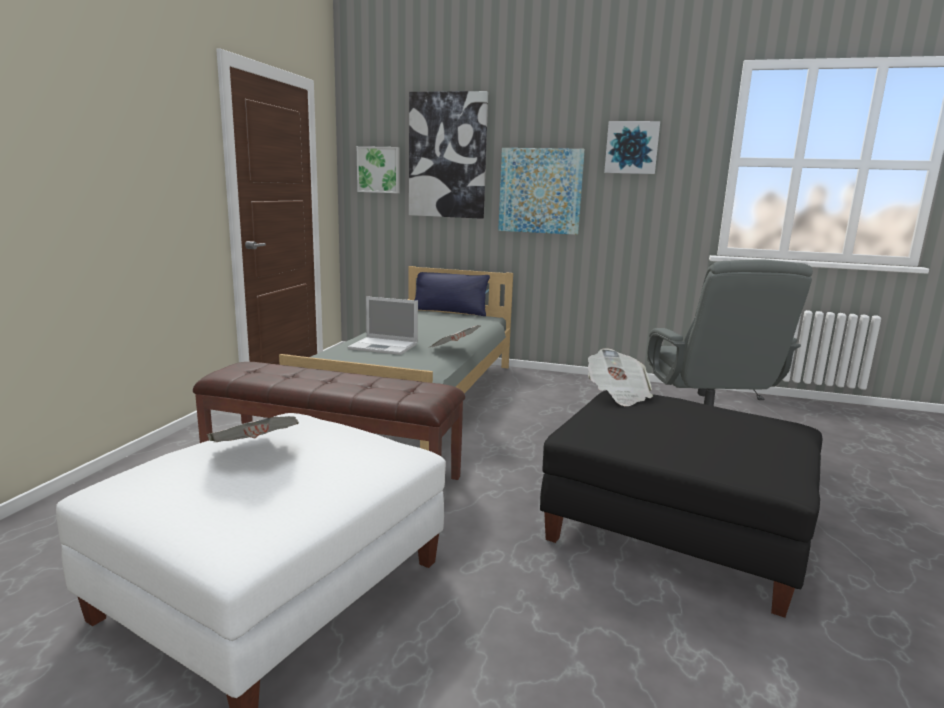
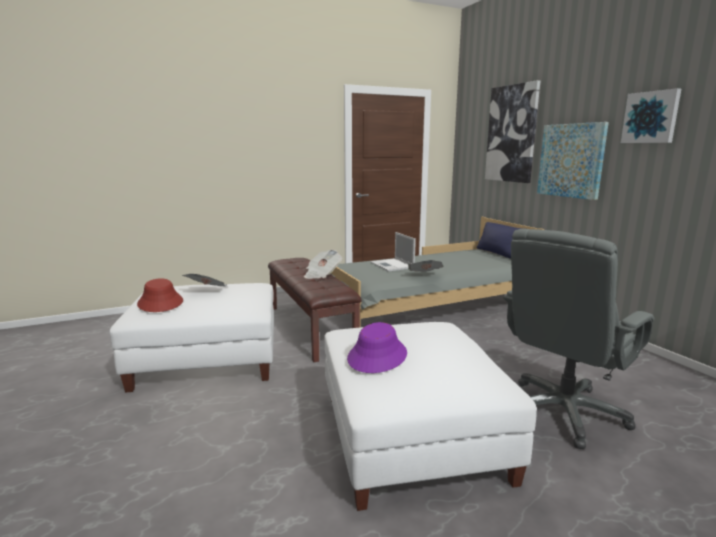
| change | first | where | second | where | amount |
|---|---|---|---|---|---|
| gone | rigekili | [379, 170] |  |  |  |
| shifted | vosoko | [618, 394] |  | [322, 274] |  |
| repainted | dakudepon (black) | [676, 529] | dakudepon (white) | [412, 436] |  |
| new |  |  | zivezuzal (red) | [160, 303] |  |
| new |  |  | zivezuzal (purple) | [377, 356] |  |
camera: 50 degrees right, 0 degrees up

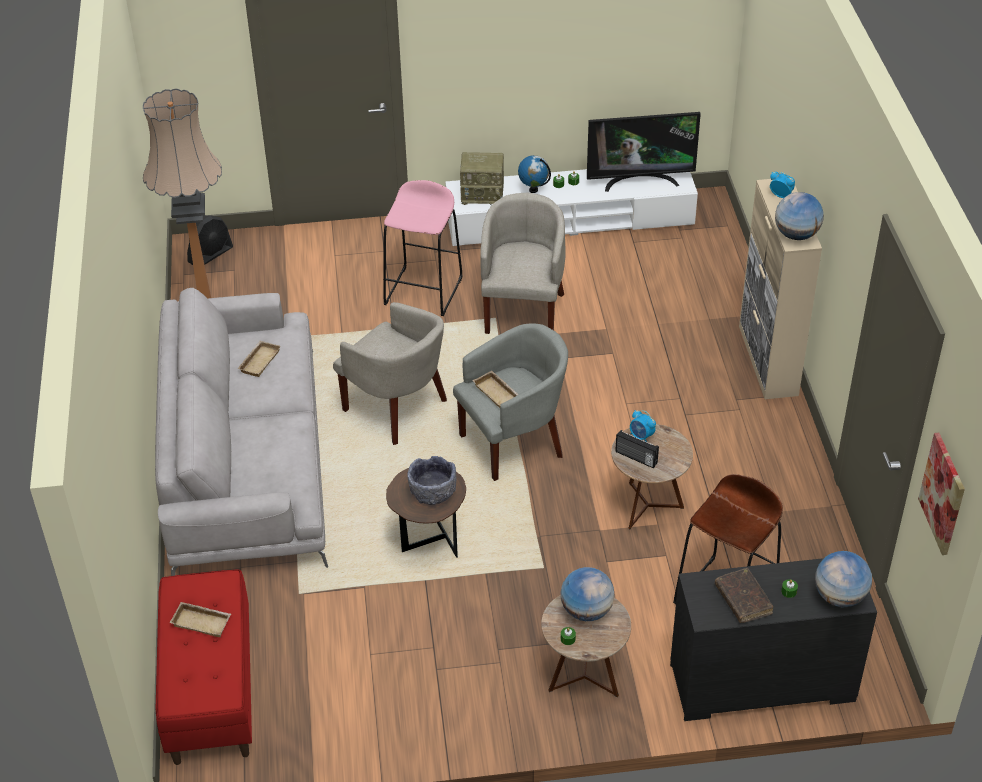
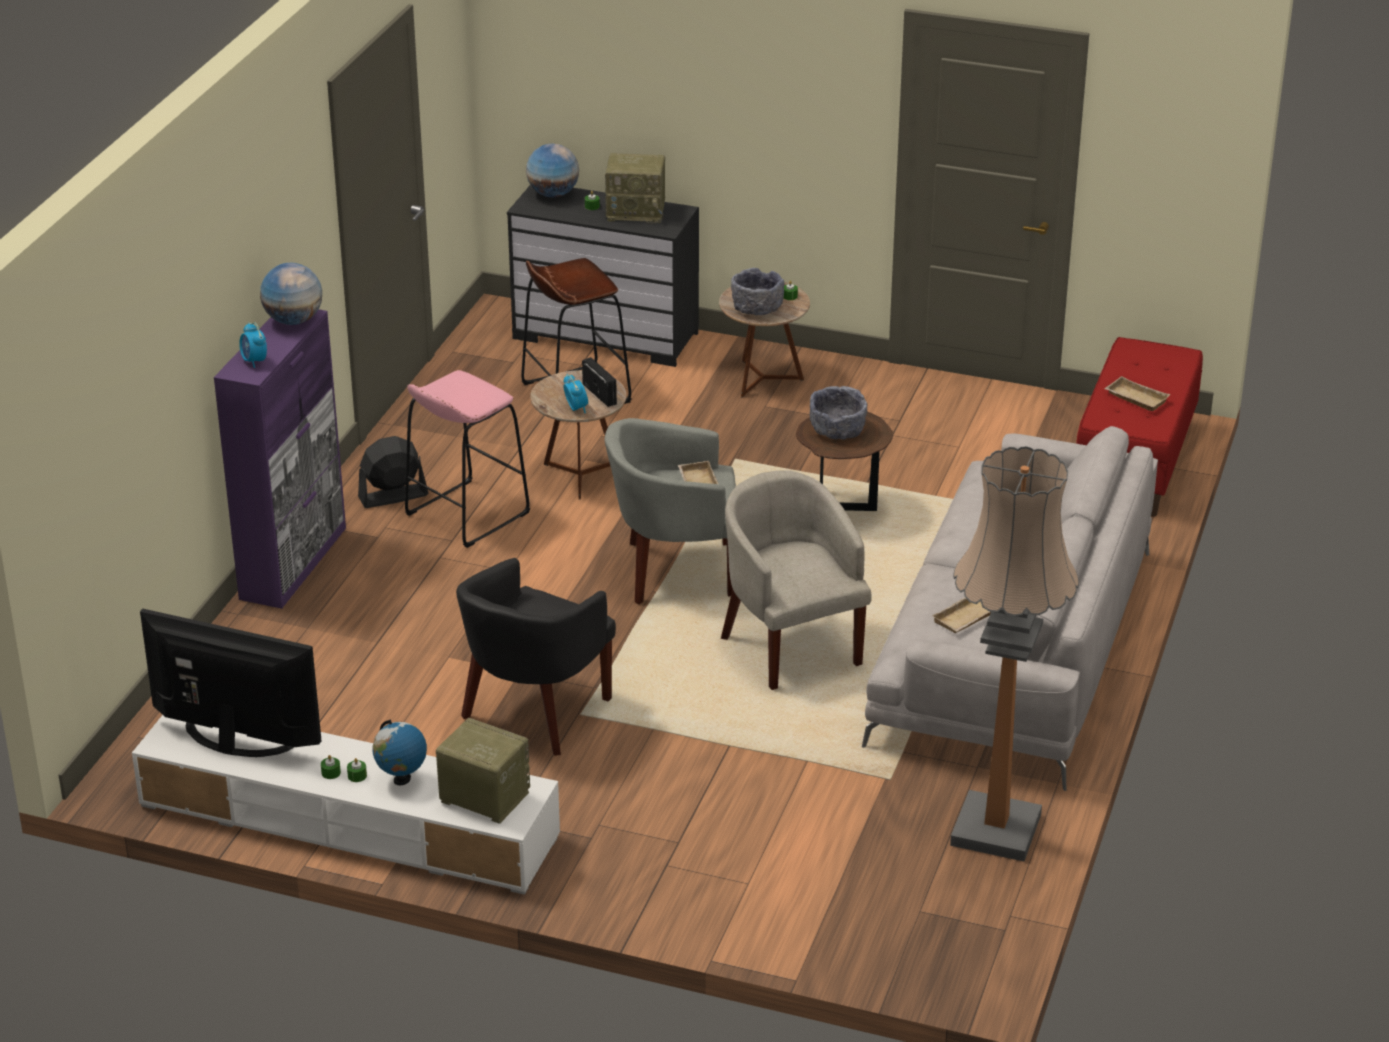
| change | first | where | second | where | amount |
|---|---|---|---|---|---|
| repainted | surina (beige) | [768, 361] | surina (purple) | [294, 562] |  |
| shifted | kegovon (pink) | [424, 291] |  | [467, 513] |  |
| repainted | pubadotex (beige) | [523, 310] | pubadotex (black) | [535, 713] |  |
| shifted | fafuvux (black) | [210, 254] |  | [393, 496] |  |
| gone | rigekili | [943, 493] |  |  |  |
| swapped | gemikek | [586, 611] | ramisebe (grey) | [756, 308] |  |
| swapped | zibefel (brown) | [743, 600] | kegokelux | [637, 211] |  |
camera: 155 degrees left, 10 degrees down

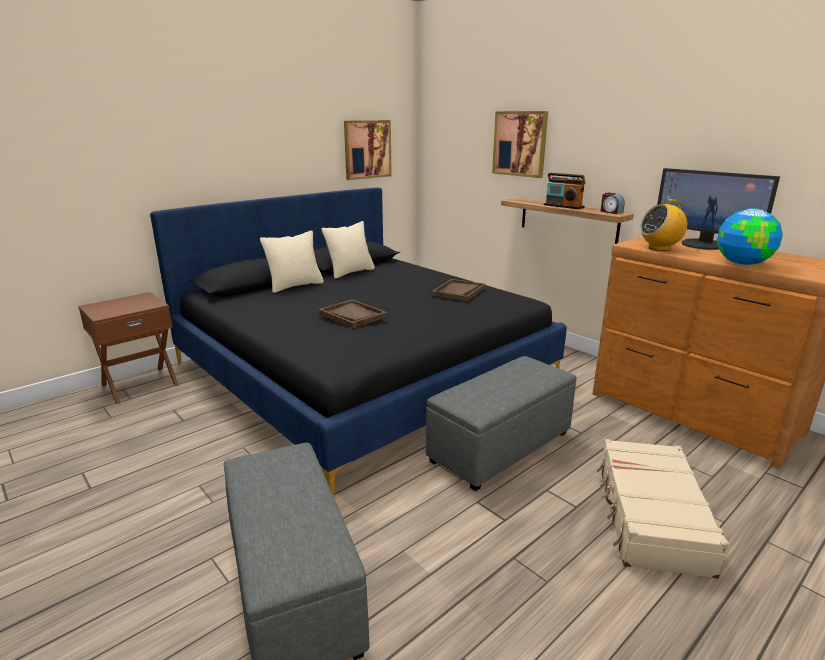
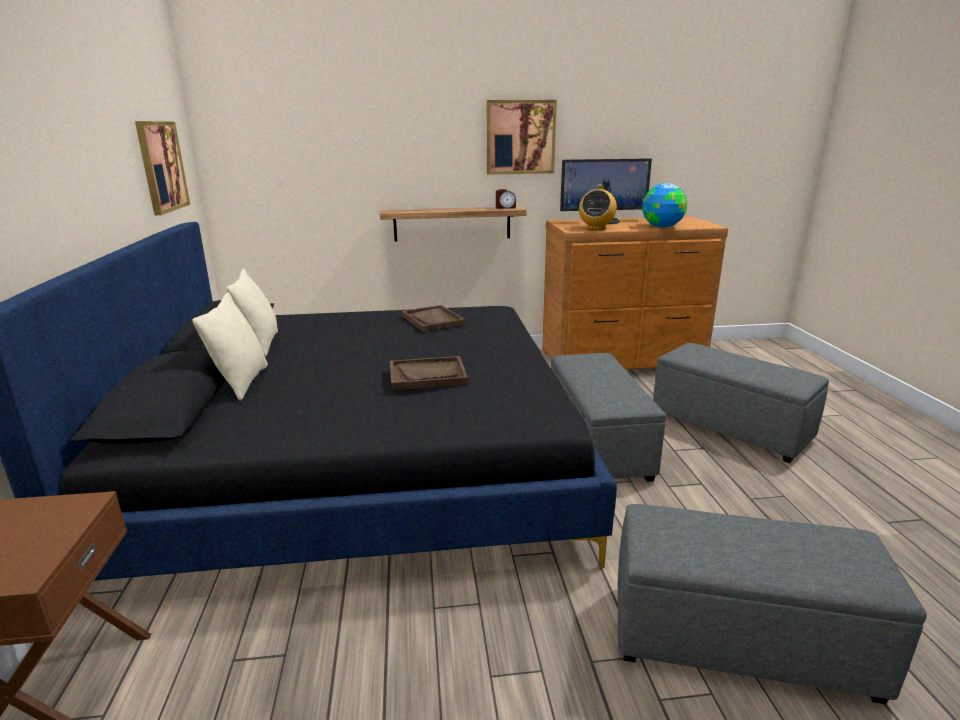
| change | first | where | second | where | amount |
|---|---|---|---|---|---|
| shifted | rigekili | [520, 144] |  | [520, 137] |  |
| gone | kegokelux | [563, 206] |  |  |  |
| swapped | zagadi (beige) | [650, 516] | dakudepon (grey) | [730, 428] |  |
camera: 55 degrees left, 0 degrees up

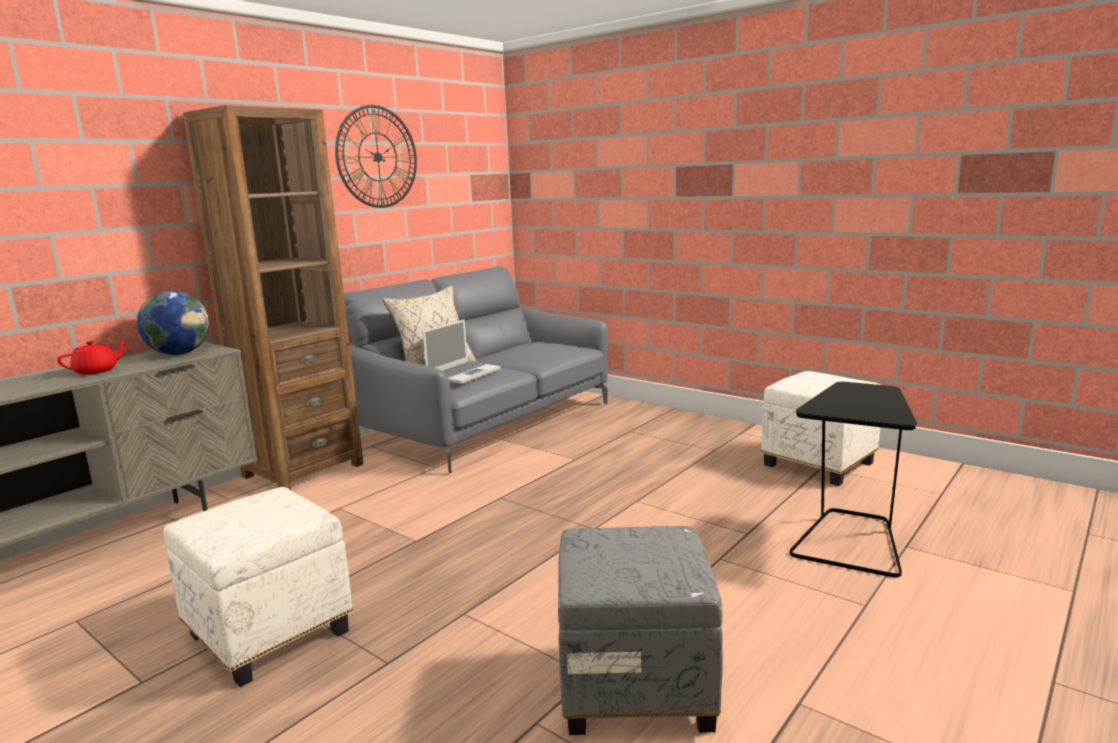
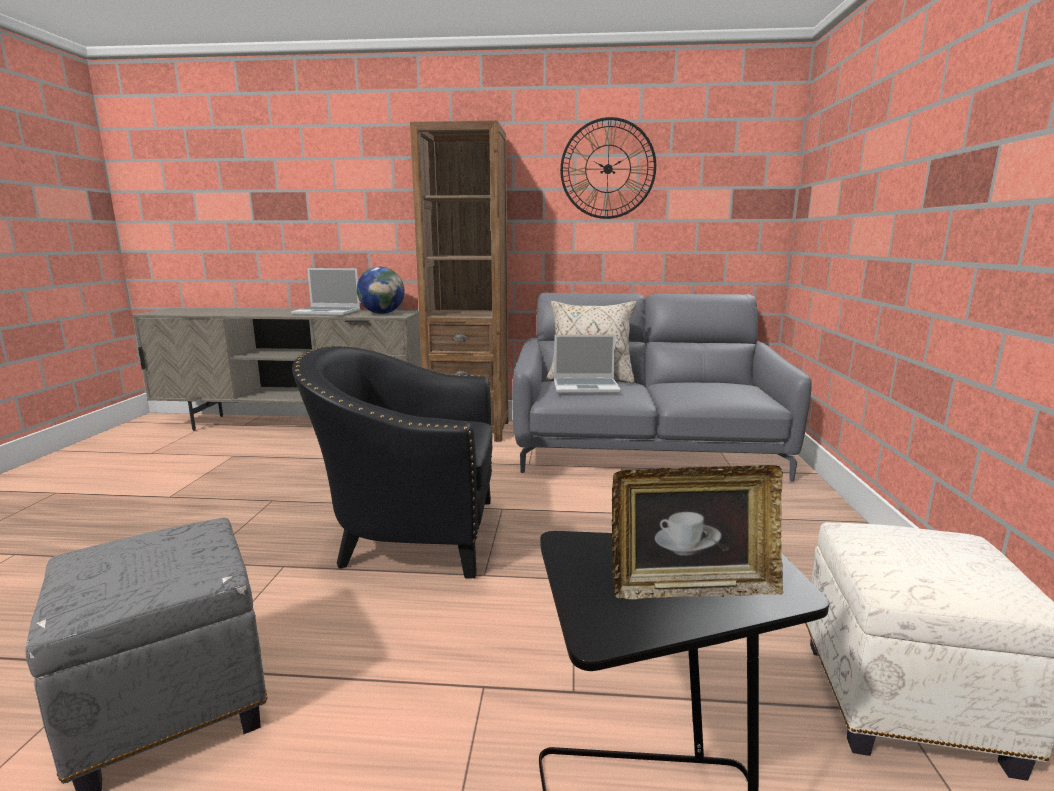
| change | first | where | second | where | amount |
|---|---|---|---|---|---|
| swapped | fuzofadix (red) | [97, 371] | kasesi | [328, 313] |  |
| gone | dakudepon (white) | [267, 633] |  |  |  |
| new |  |  | pubadotex (black) | [410, 535] |  |
| new |  |  | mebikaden | [691, 588] |  |
camera: 55 degrees right, 0 degrees up

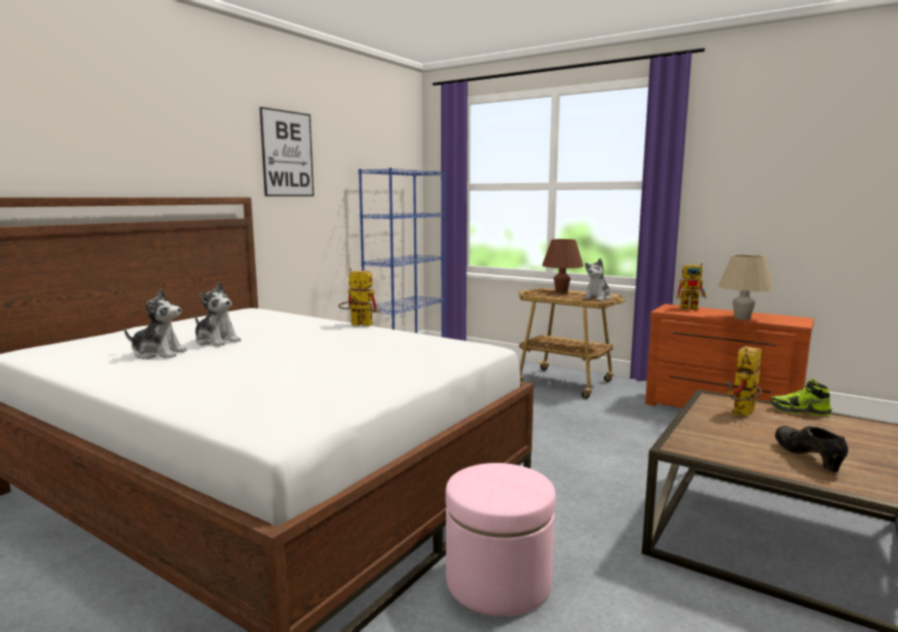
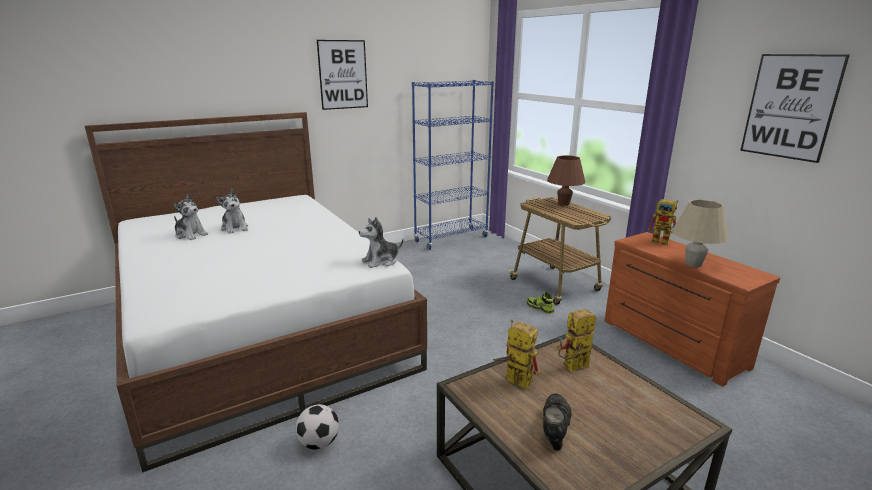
| change | first | where | second | where | amount |
|---|---|---|---|---|---|
| shifted | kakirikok | [597, 298] |  | [381, 261] |  |
| shifted | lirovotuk | [356, 324] |  | [513, 380] |  |
| shifted | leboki | [799, 411] |  | [540, 308] |  |
| swapped | dakudepon (pink) | [498, 582] | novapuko | [319, 443] |  |
| new |  |  | rigekili | [790, 107] |  |
camera: 25 degrees right, 10 degrees up

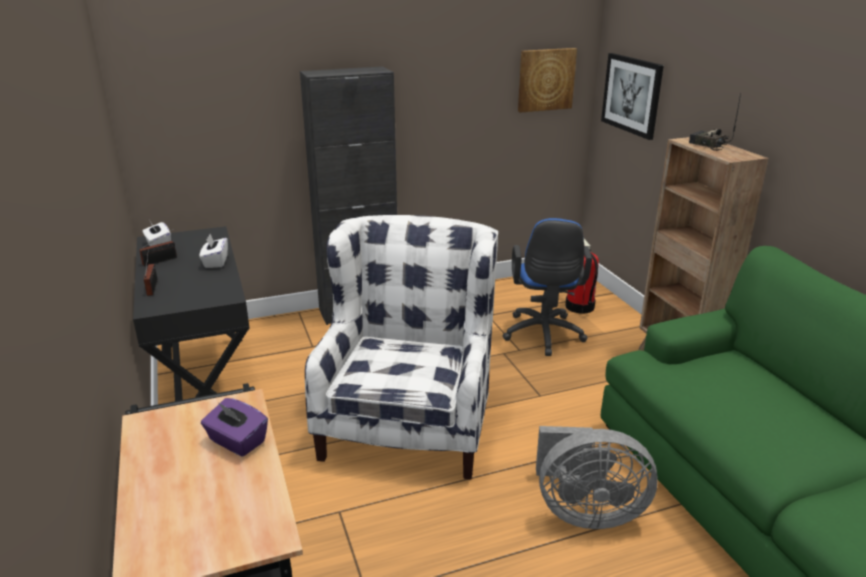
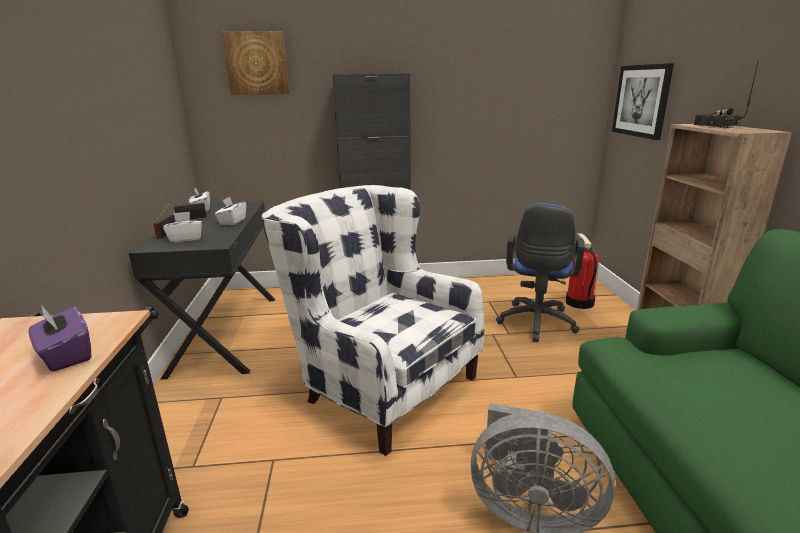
| change | first | where | second | where | amount |
|---|---|---|---|---|---|
| shifted | rigekili | [545, 79] |  | [257, 63] |  |
| rotated | pubadotex (white) | [409, 421] |  | [379, 383] | 75 degrees counterclockwise |
| new |  |  | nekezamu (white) | [186, 239] |  |
camera: 15 degrees right, 5 degrees down

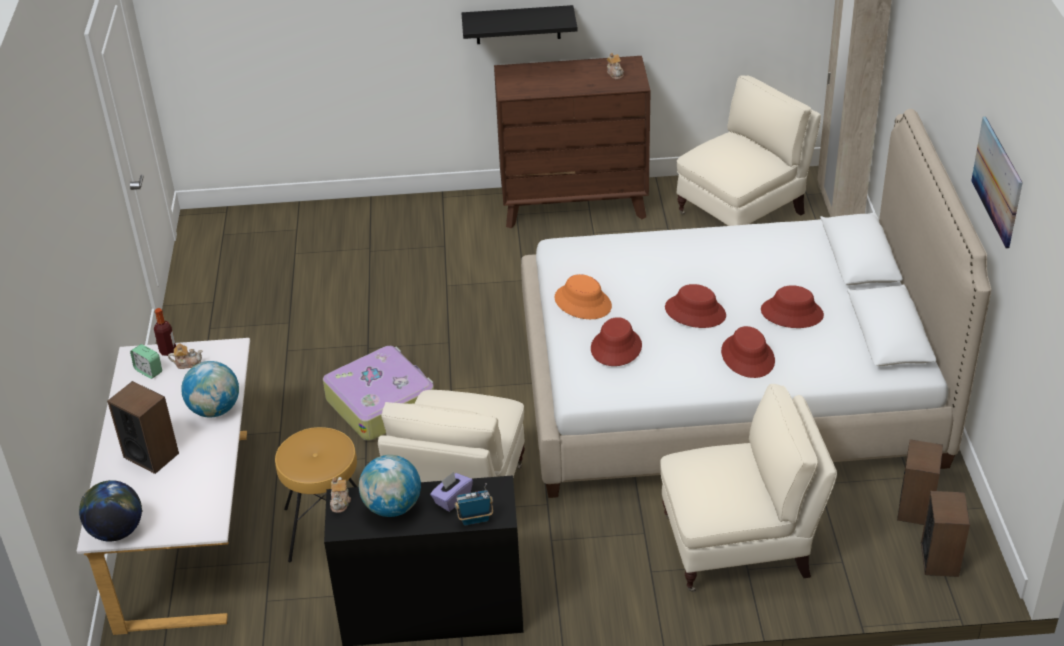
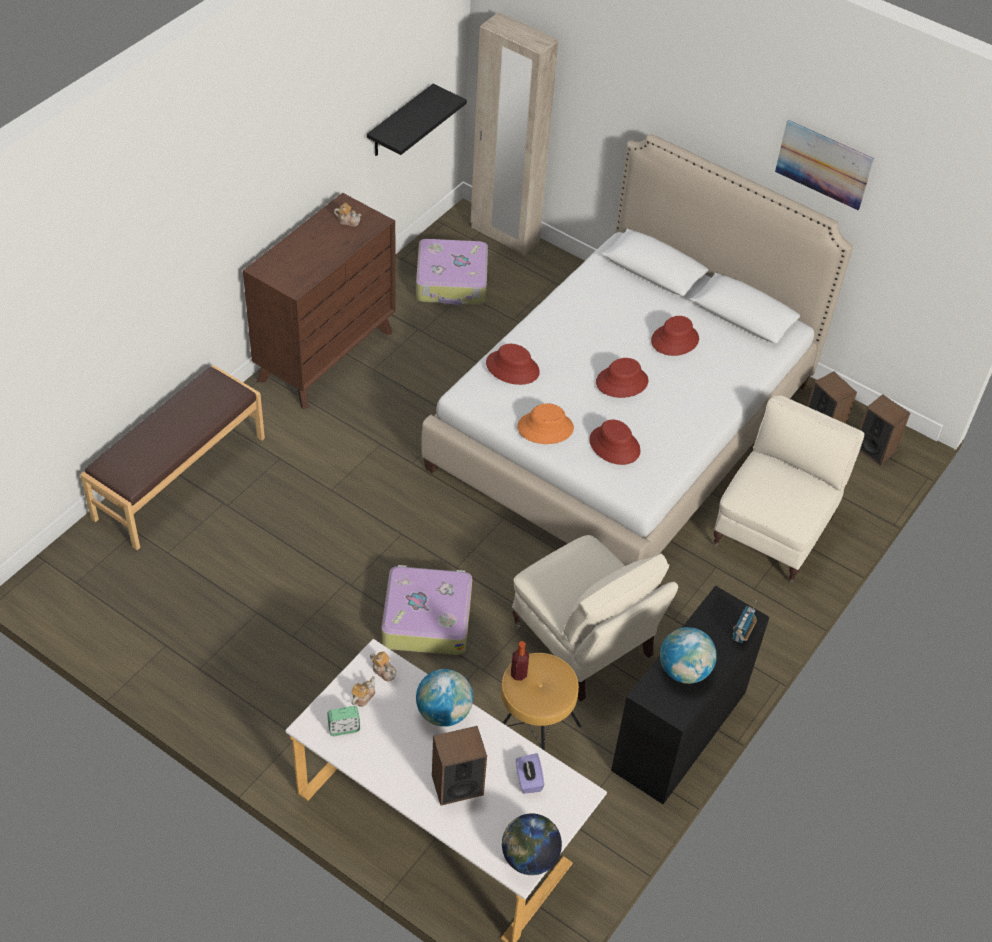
| change | first | where | second | where | amount |
|---|---|---|---|---|---|
| shifted | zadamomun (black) | [518, 24] |  | [400, 122] |  |
| swapped | pubadotex (beige) | [743, 213] | zagadi | [452, 282] |  |
| shifted | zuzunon | [168, 351] |  | [518, 674] |  |
| shifted | zivezuzal (red) | [748, 356] |  | [512, 368] |  |
| shifted | nekezamu (purple) | [452, 499] |  | [528, 780] |  |
| shifted | fuzofadix | [340, 502] |  | [384, 671] |  |
| new |  |  | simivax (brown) | [179, 477] |  |
camera: 55 degrees left, 10 degrees up

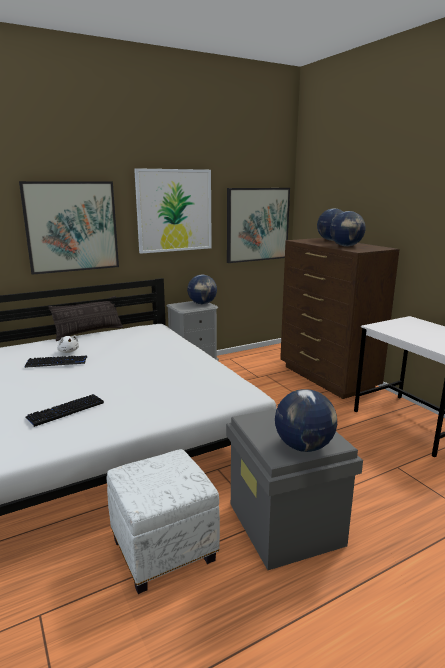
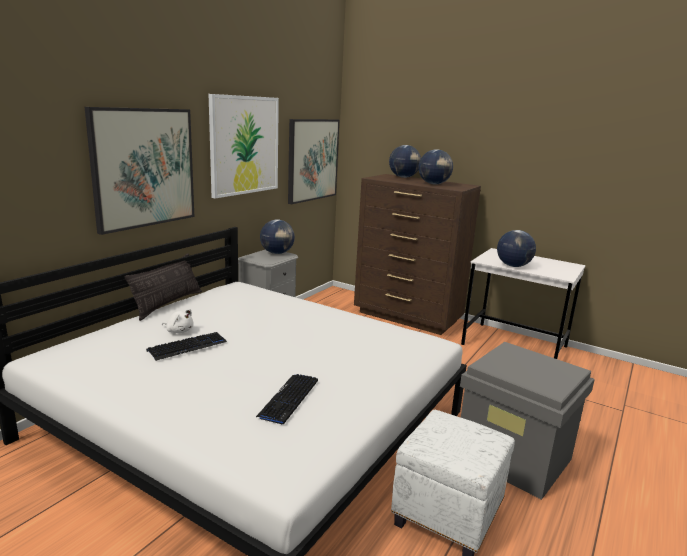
| change | first | where | second | where | amount |
|---|---|---|---|---|---|
| shifted | gemikek | [304, 446] |  | [513, 266] |  |
camera: 30 degrees left, 0 degrees up

